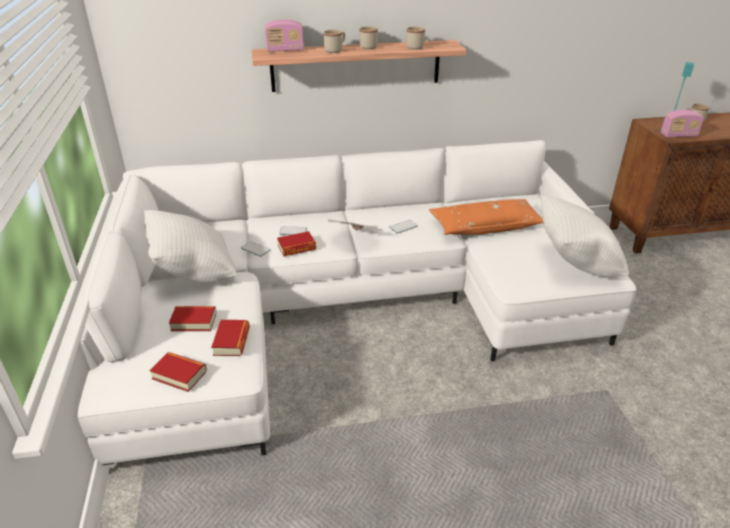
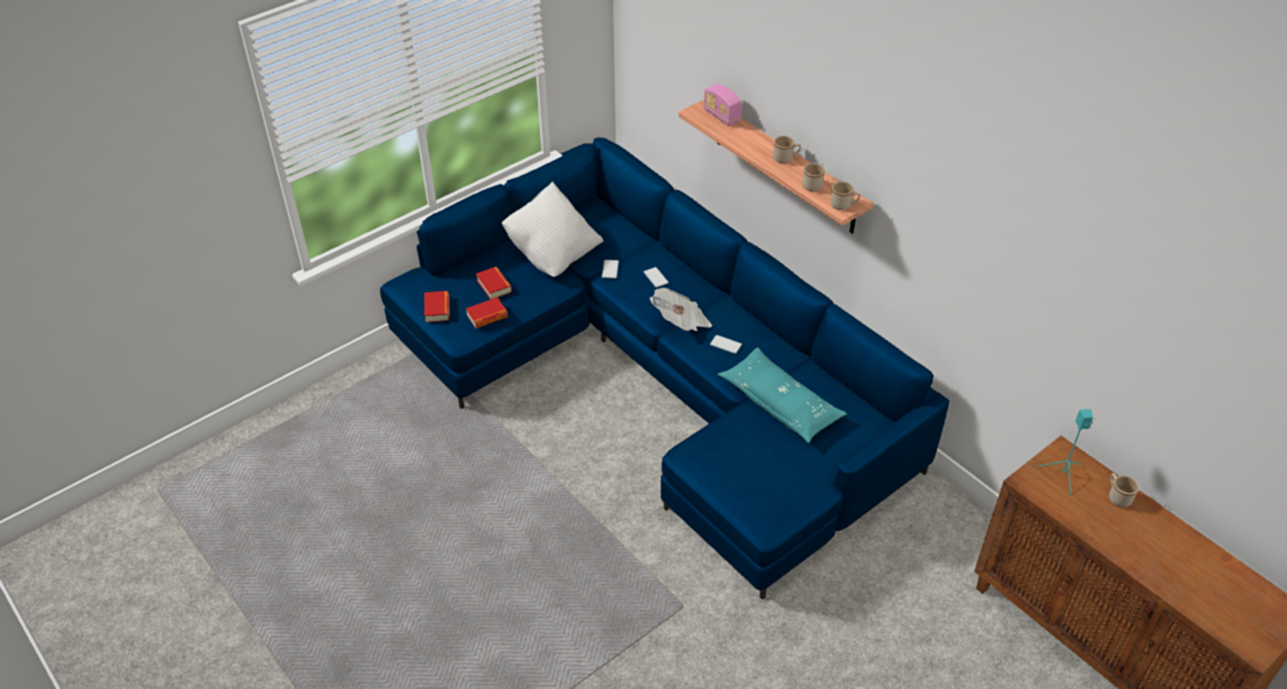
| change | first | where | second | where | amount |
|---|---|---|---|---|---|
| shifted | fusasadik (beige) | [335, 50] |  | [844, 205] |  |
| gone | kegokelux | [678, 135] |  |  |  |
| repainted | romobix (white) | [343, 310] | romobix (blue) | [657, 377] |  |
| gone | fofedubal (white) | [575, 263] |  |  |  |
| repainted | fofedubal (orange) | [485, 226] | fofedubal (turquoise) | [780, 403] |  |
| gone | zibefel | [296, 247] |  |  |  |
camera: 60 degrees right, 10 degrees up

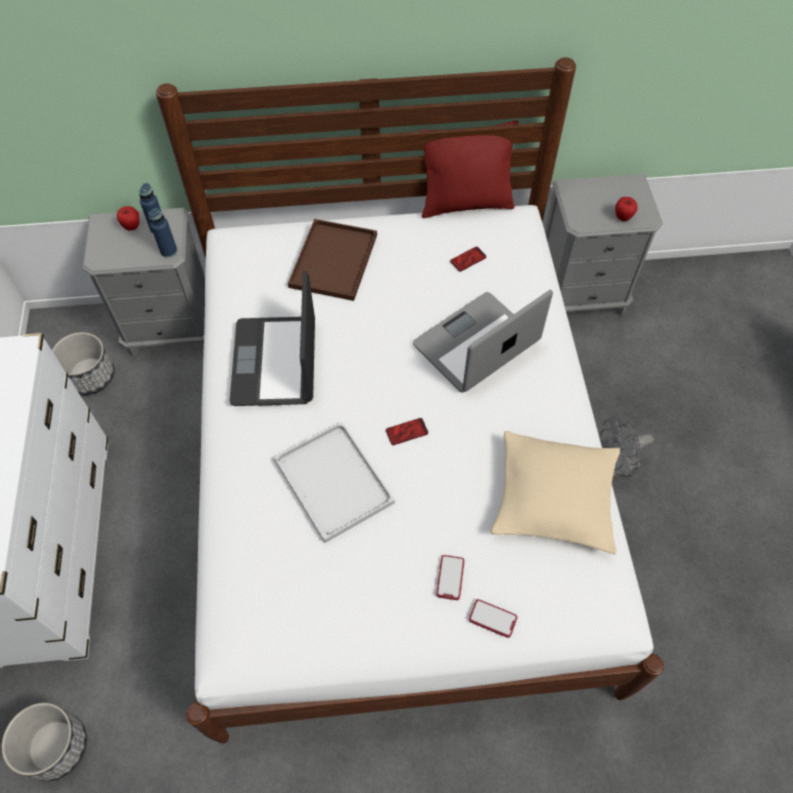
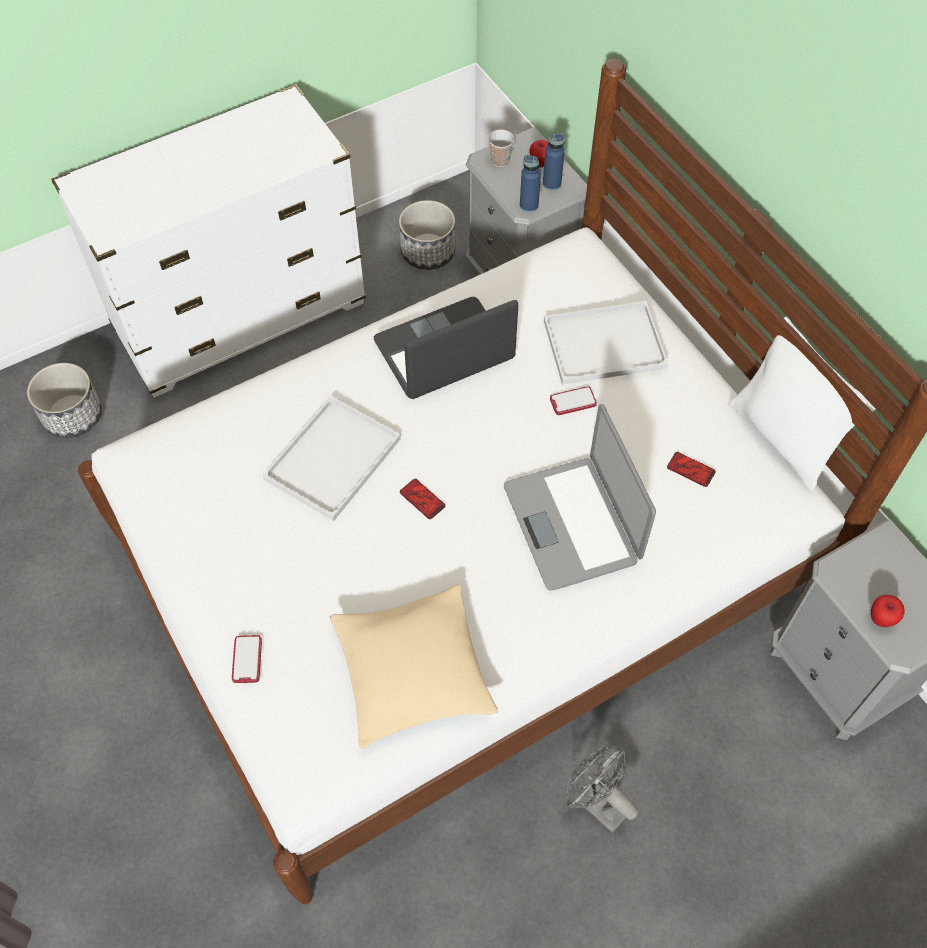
| change | first | where | second | where | amount |
|---|---|---|---|---|---|
| repainted | fofedubal (red) | [466, 204] | fofedubal (white) | [782, 438] |  |
| repainted | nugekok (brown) | [334, 262] | nugekok (white) | [602, 345] |  |
| rotated | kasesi | [477, 344] |  | [572, 523] | 135 degrees counterclockwise |
| shifted | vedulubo | [450, 578] |  | [573, 401] |  |
| new |  |  | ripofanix | [500, 161] |  |
camera: 65 degrees right, 0 degrees up

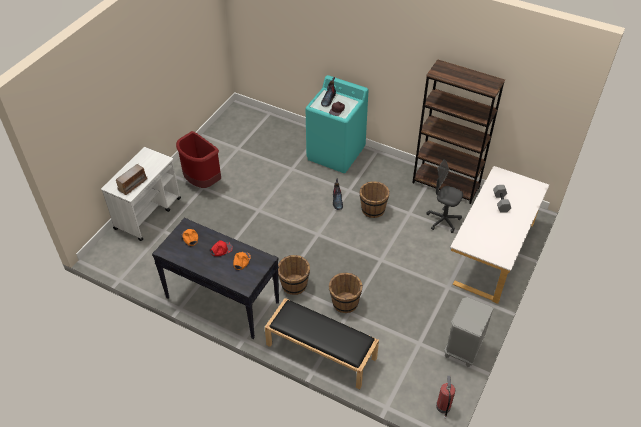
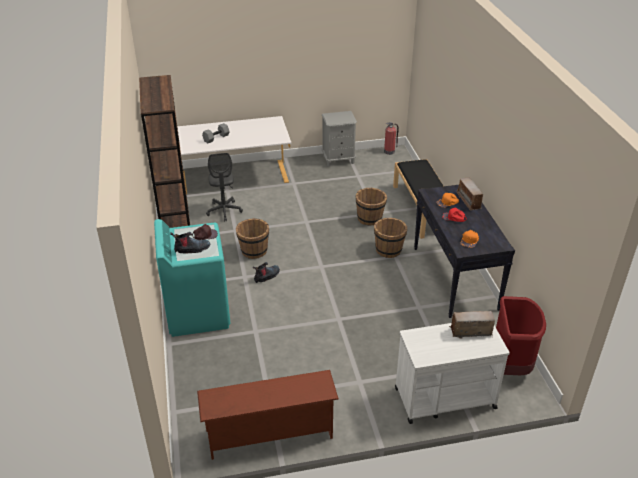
| change | first | where | second | where | amount |
|---|---|---|---|---|---|
| shifted | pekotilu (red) | [202, 181] |  | [511, 363] |  |
| new |  |  | kegokelux | [469, 201] |  |
| new |  |  | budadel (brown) | [269, 435] |  |
camera: 130 degrees left, 10 degrees down

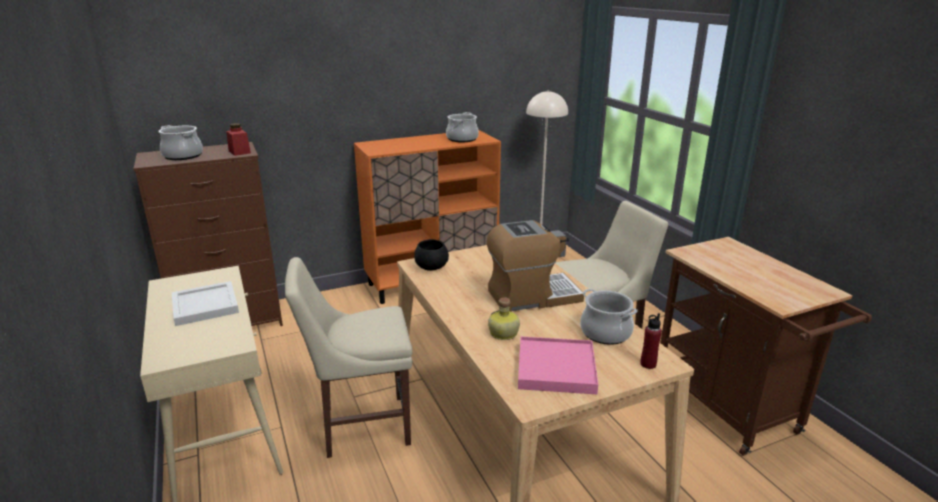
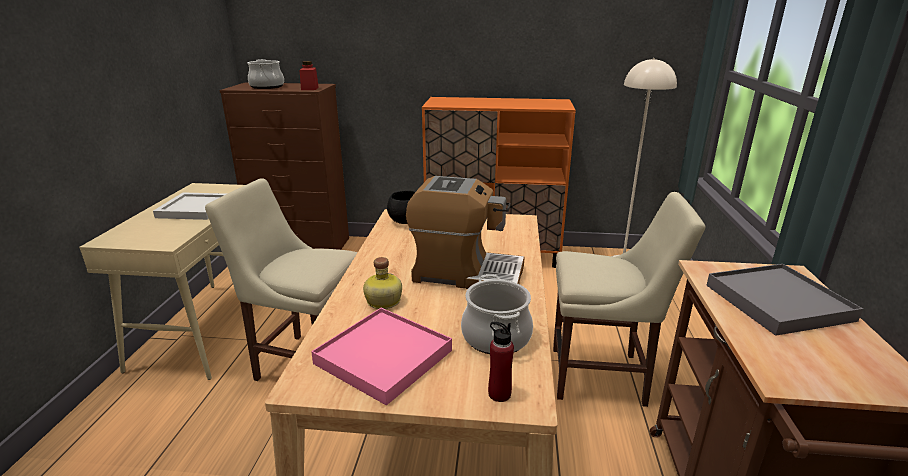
| change | first | where | second | where | amount |
|---|---|---|---|---|---|
| gone | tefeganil | [462, 139] |  |  |  |
| new |  |  | nugekok (grey) | [777, 302] |  |
camera: 30 degrees right, 0 degrees up

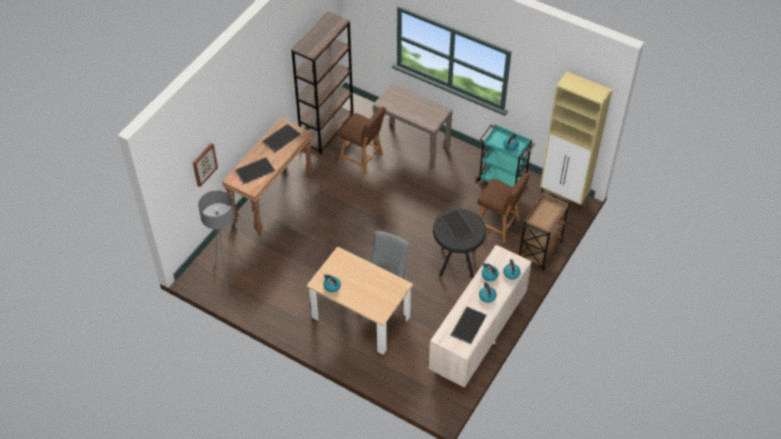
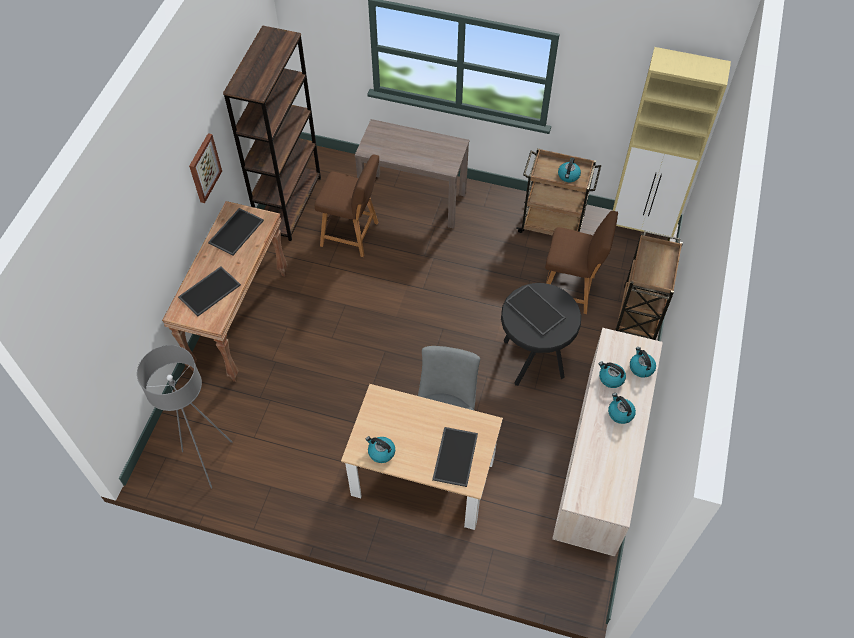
| change | first | where | second | where | amount |
|---|---|---|---|---|---|
| repainted | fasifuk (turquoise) | [502, 180] | fasifuk (brown) | [552, 225] |  |
| shifted | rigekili | [204, 164] |  | [204, 168] |  |
| shifted | nugekok | [468, 324] |  | [454, 456] |  |
camera: 15 degrees left, 5 degrees up

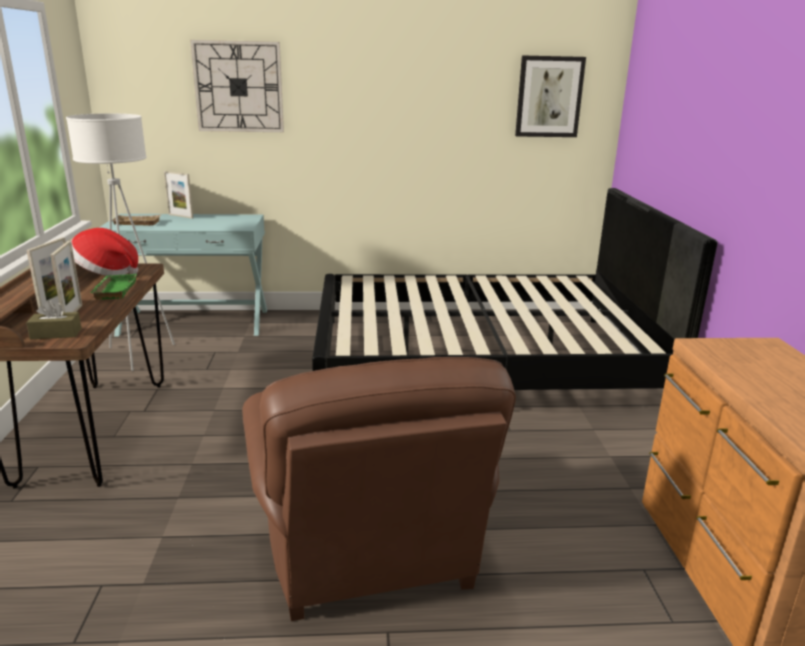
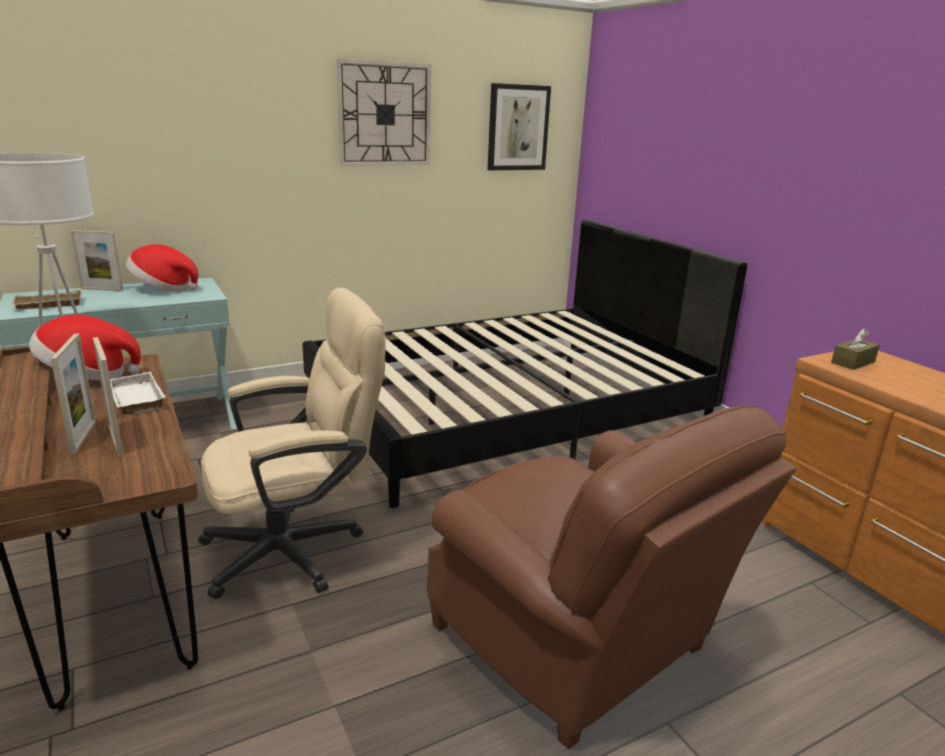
| change | first | where | second | where | amount |
|---|---|---|---|---|---|
| shifted | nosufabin | [238, 87] |  | [384, 114] |  |
| repainted | nugekok (green) | [114, 290] | nugekok (white) | [133, 398] |  |
| shifted | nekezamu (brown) | [56, 334] |  | [853, 362] |  |
| new |  |  | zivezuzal | [163, 289] |  |
| new |  |  | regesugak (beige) | [298, 549] |  |
camera: 25 degrees left, 0 degrees up

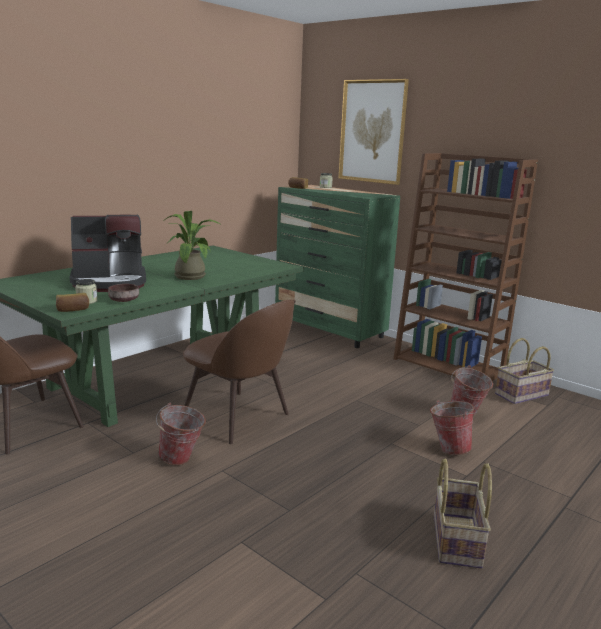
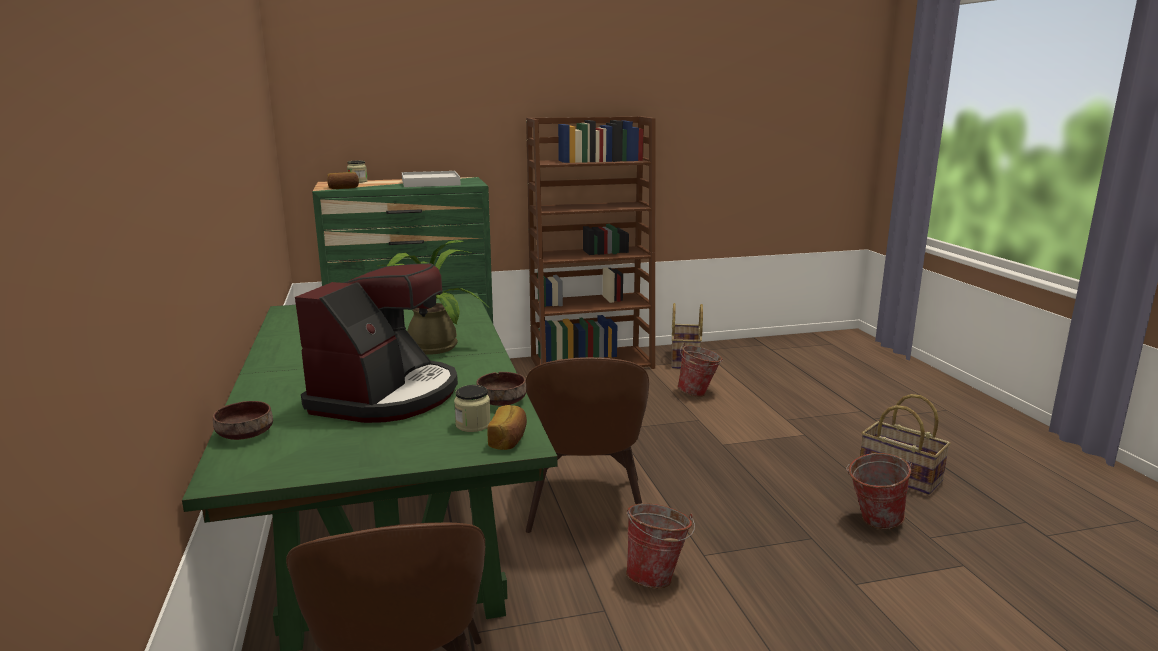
| change | first | where | second | where | amount |
|---|---|---|---|---|---|
| gone | rigekili | [372, 131] |  |  |  |
| rotated | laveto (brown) | [238, 418] |  | [585, 507] | 105 degrees clockwise |
| shifted | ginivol | [448, 448] |  | [872, 521] |  |
| new |  |  | nugekok (white) | [430, 183] |  |
| new |  |  | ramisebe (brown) | [246, 434] |  |
camera: 55 degrees left, 0 degrees up

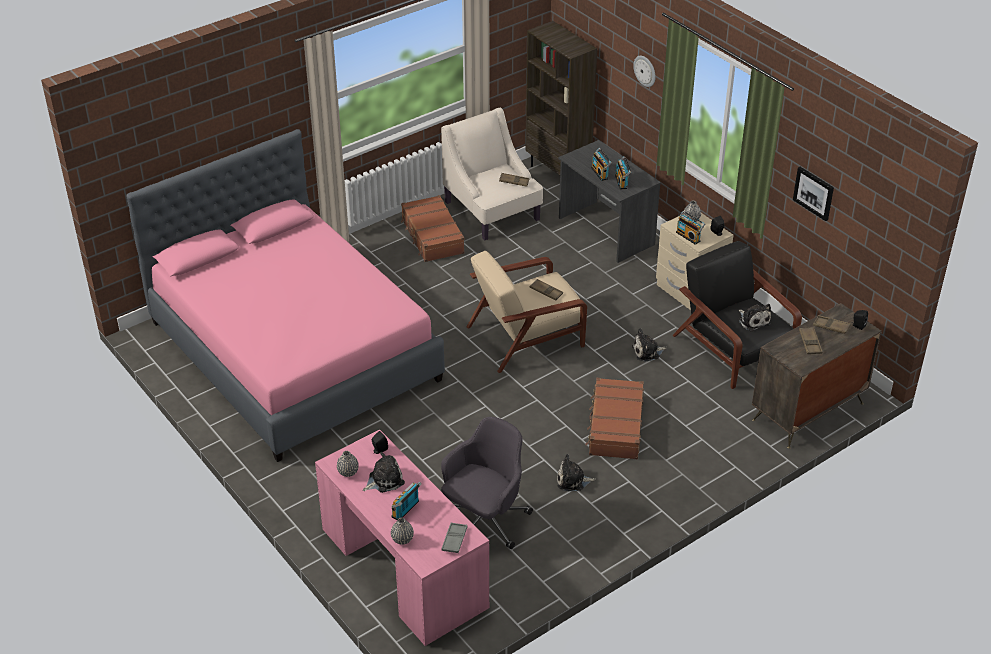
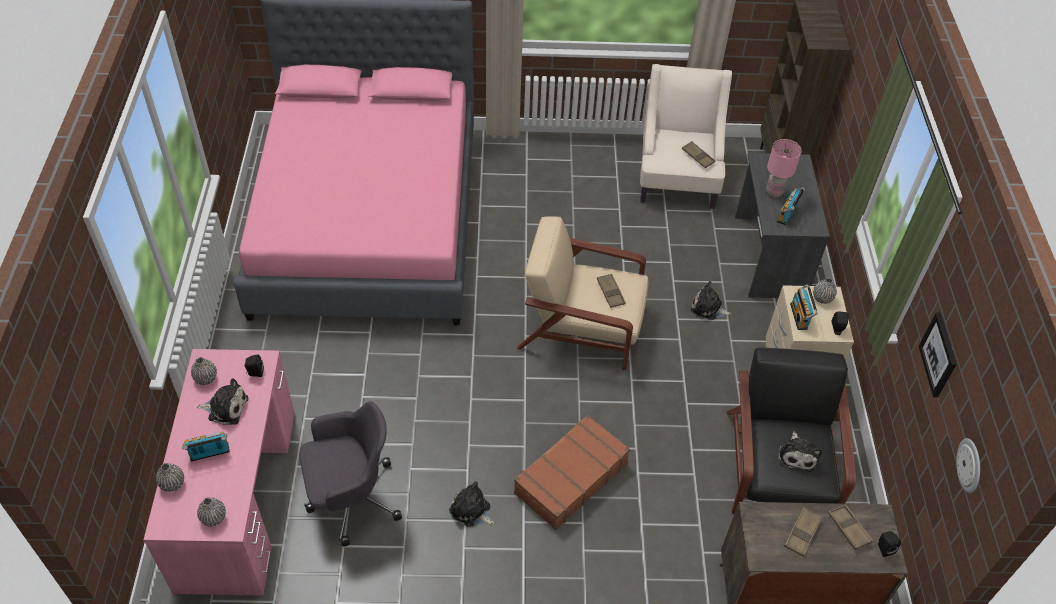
| change | first | where | second | where | amount |
|---|---|---|---|---|---|
| shifted | nosufabin | [645, 70] |  | [970, 465] |  |
| swapped | kegokelux | [600, 173] | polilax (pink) | [774, 193] |  |
| gone | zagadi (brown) | [432, 236] |  |  |  |
| shifted | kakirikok | [647, 352] |  | [708, 308] |  |
| swapped | nugekok (grey) | [454, 540] | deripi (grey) | [213, 518] |  |
camera: 35 degrees right, 10 degrees up

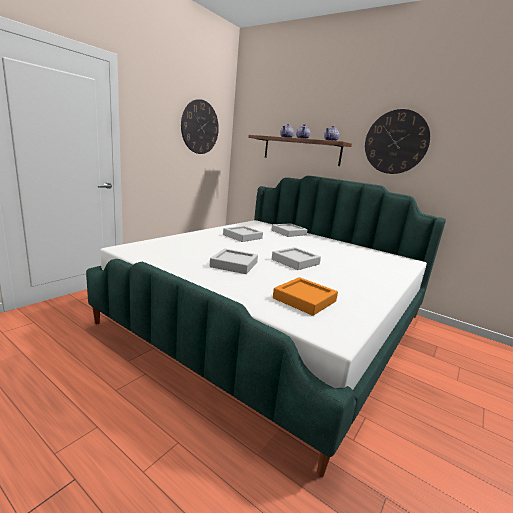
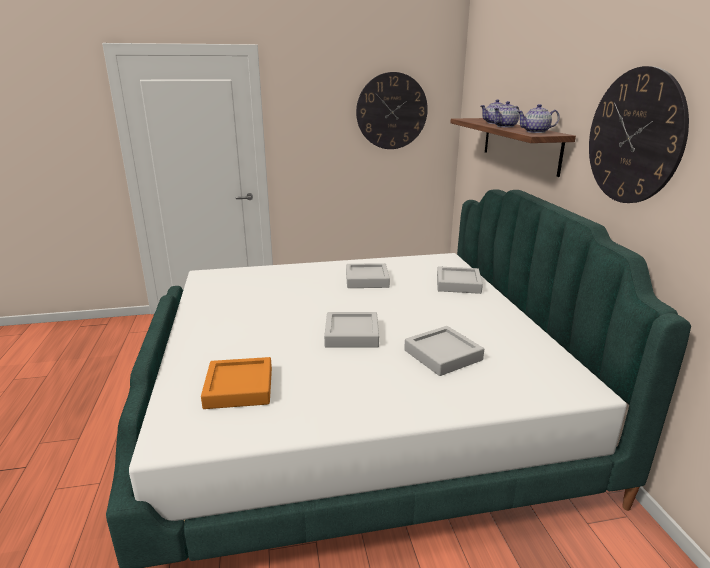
| change | first | where | second | where | amount |
|---|---|---|---|---|---|
| shifted | nugekok (grey) | [234, 265] |  | [443, 355] |  |
camera: 45 degrees right, 5 degrees up

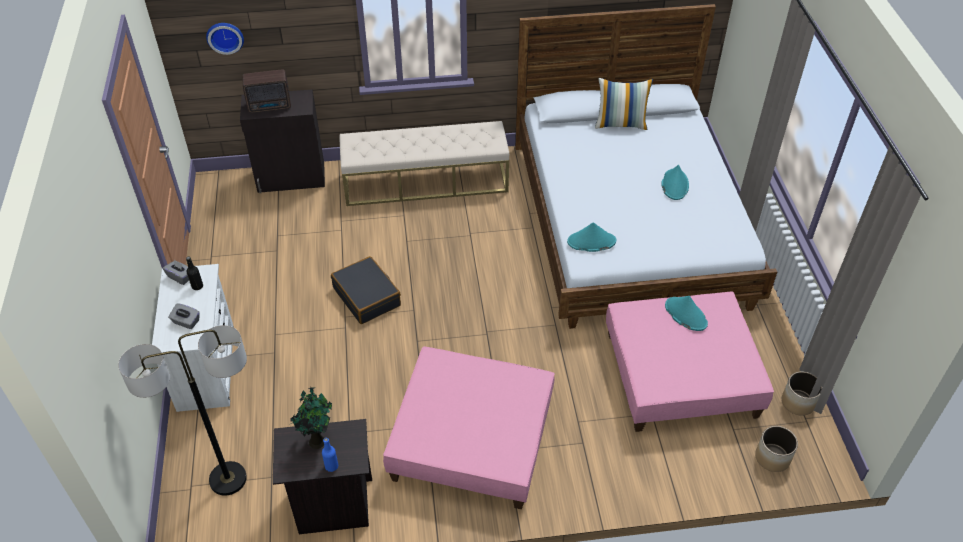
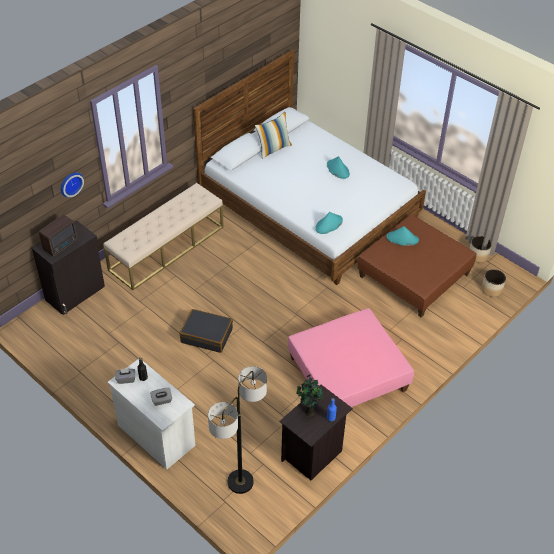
| change | first | where | second | where | amount |
|---|---|---|---|---|---|
| shifted | nosufabin | [225, 36] |  | [70, 183] |  |
| repainted | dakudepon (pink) | [681, 374] | dakudepon (brown) | [414, 275] |  |
camera: 40 degrees left, 0 degrees up

